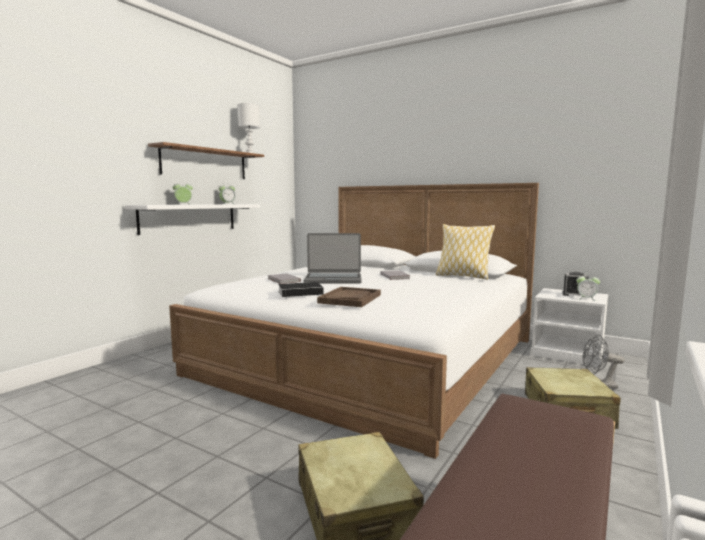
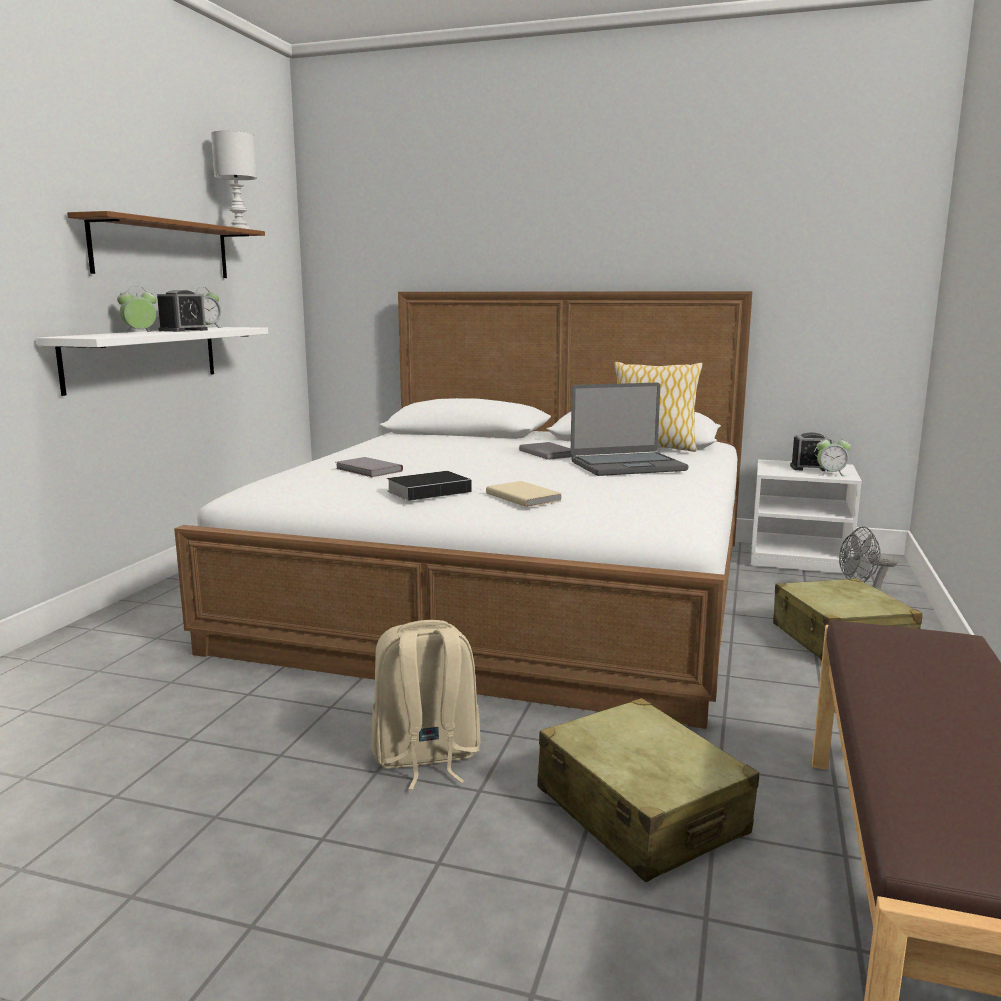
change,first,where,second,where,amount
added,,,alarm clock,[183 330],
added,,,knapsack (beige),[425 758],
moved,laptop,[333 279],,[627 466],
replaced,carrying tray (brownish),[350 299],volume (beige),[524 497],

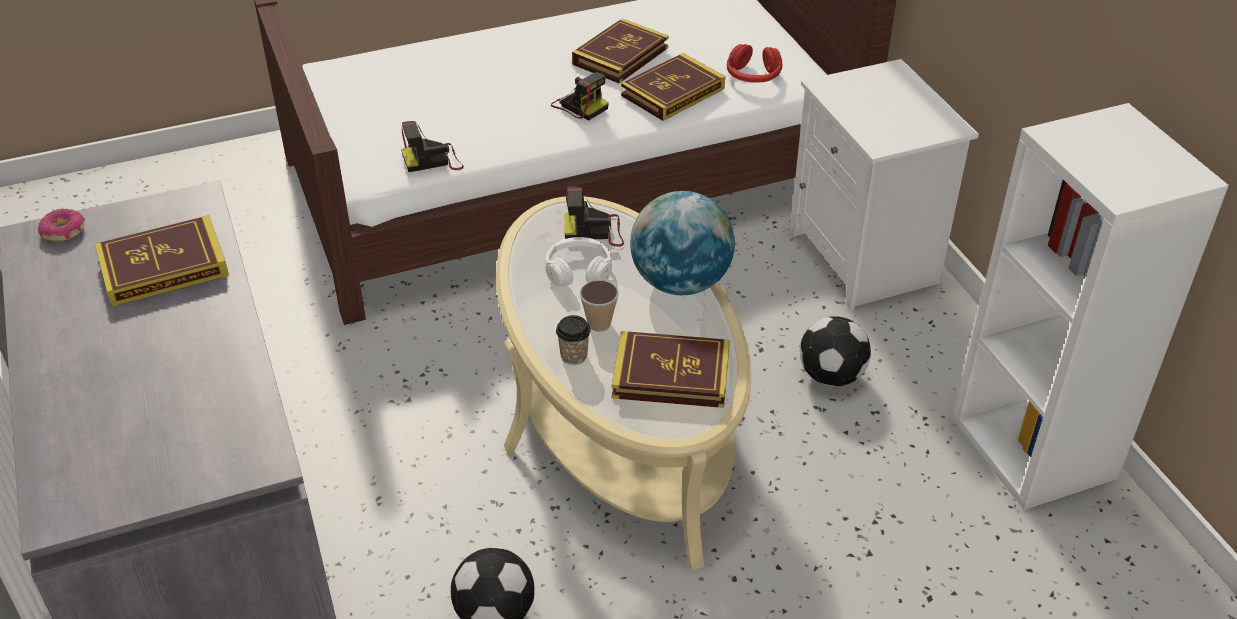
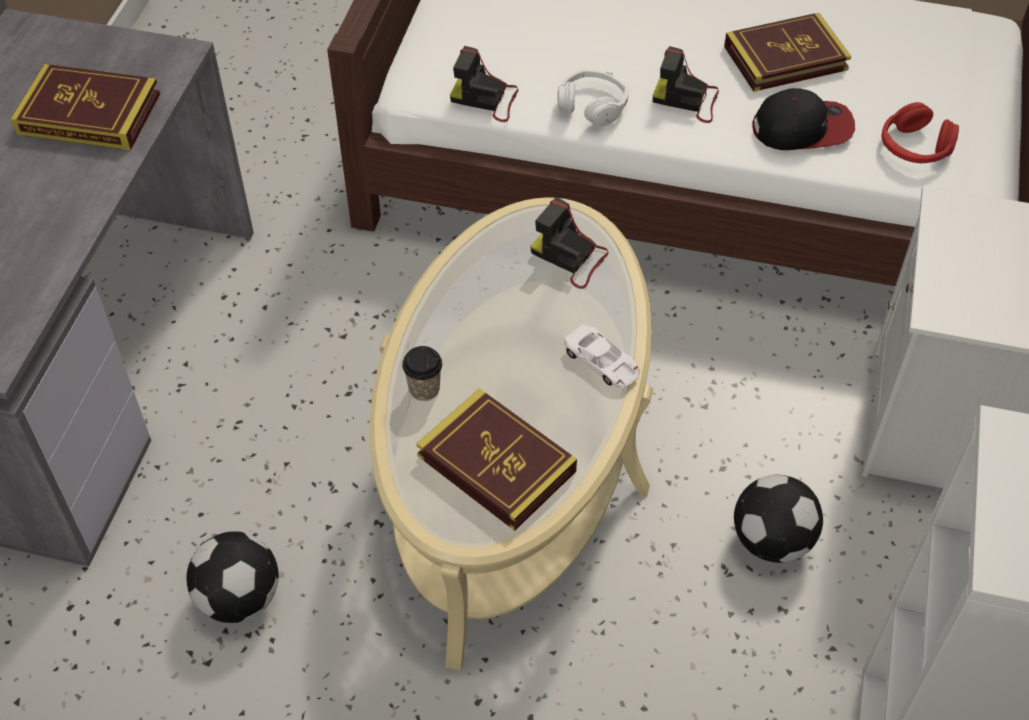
change,first,where,second,where,amount
removed,doughnut,[64 231],,,
removed,cup,[599 324],,,
moved,headphones (white-coloured),[578 271],,[593 105],
replaced,volume,[673 92],peaked cap,[803 128],
replaced,desk globe,[680 282],miniature car (white-coloured),[602 362],
turned,photo camera,[579 105],,[687 100],120 degrees clockwise

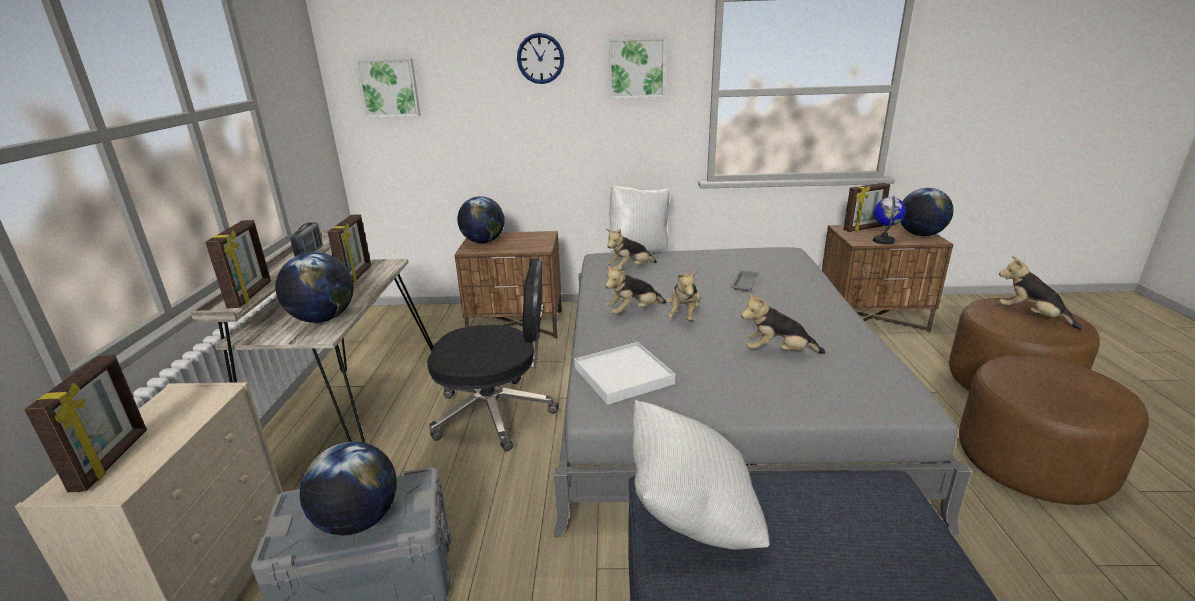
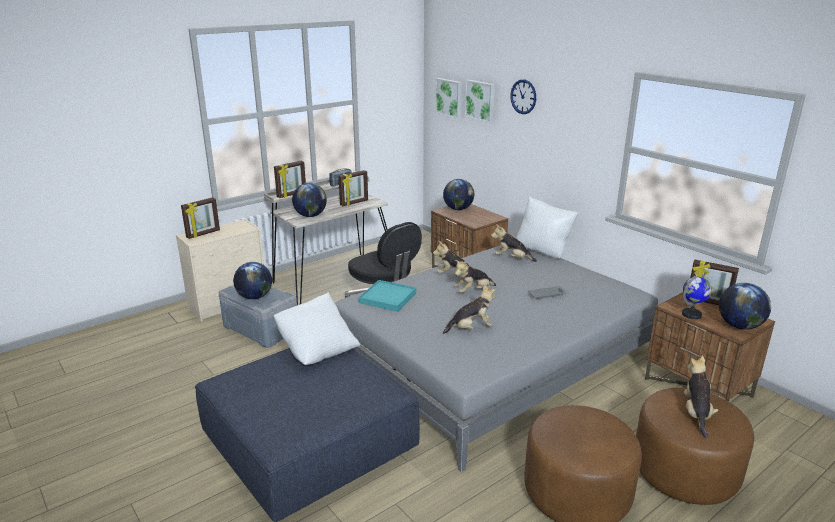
change,first,where,second,where,amount
moved,picture,[636 68],,[480 100],
recoloured,carrying tray (white-coloured),[623 376],carrying tray (turquoise),[387 298],
turned,plush toy,[778 352],,[471 328],105 degrees clockwise

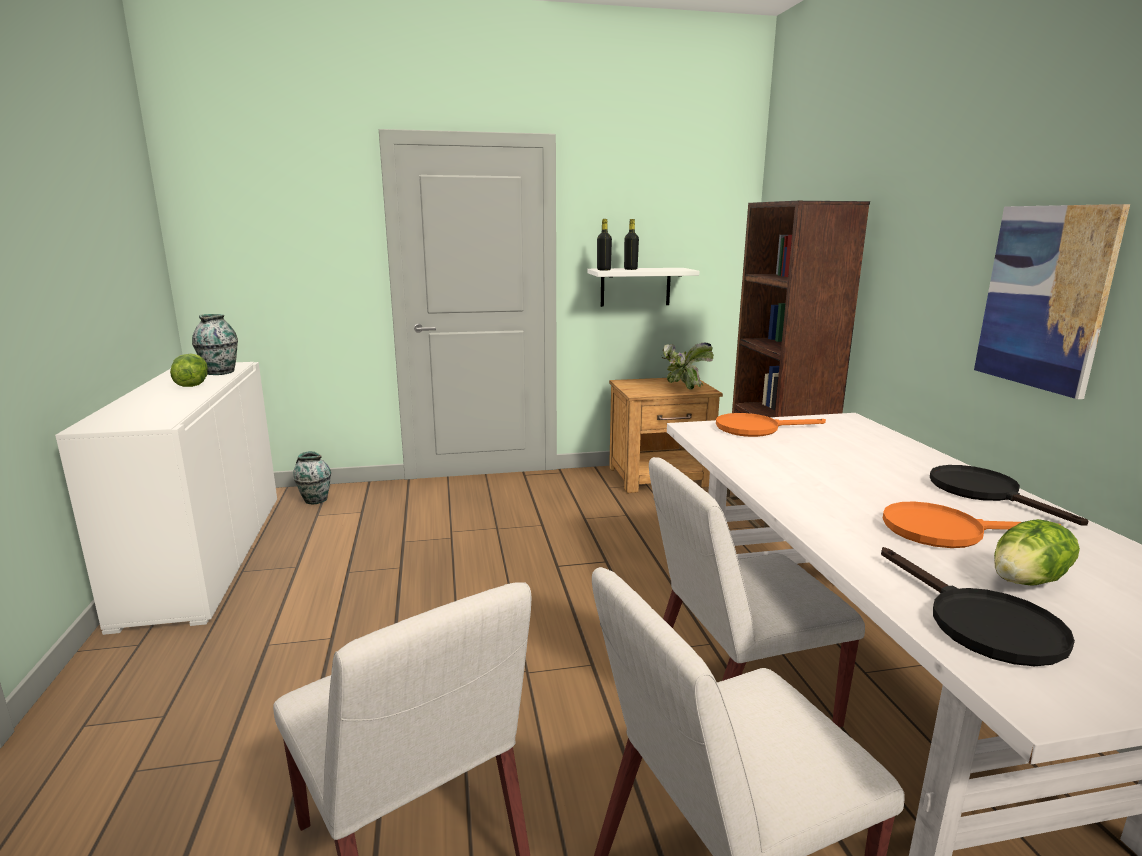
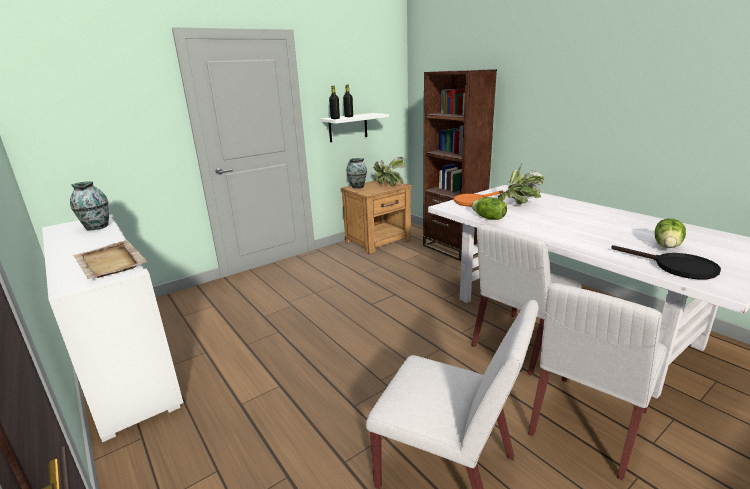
change,first,where,second,where,amount
removed,frying pan (orangey),[945 531],,,
removed,frying pan (black),[984 492],,,
removed,picture,[1045 297],,,
added,,,carrying tray (beige),[110 262],
added,,,houseplant,[519 205],
moved,lettuce,[191 385],,[488 218],
moved,flower vase,[315 500],,[357 187],

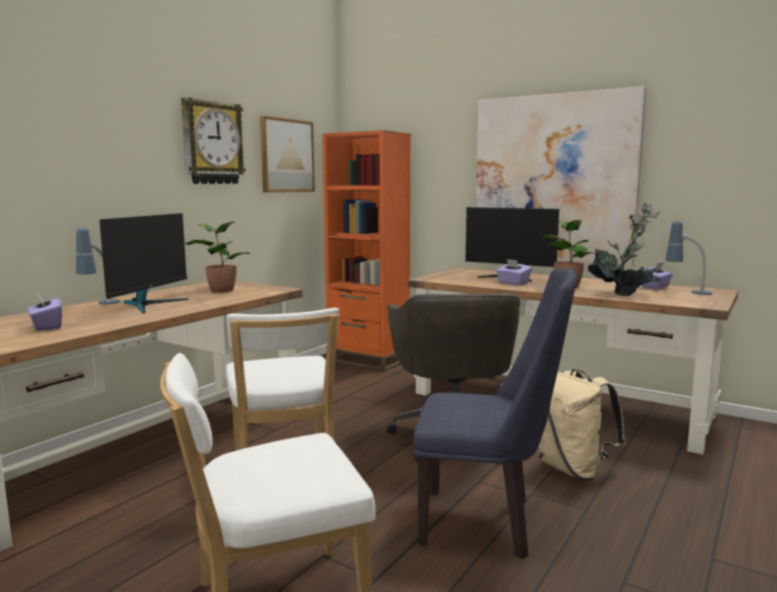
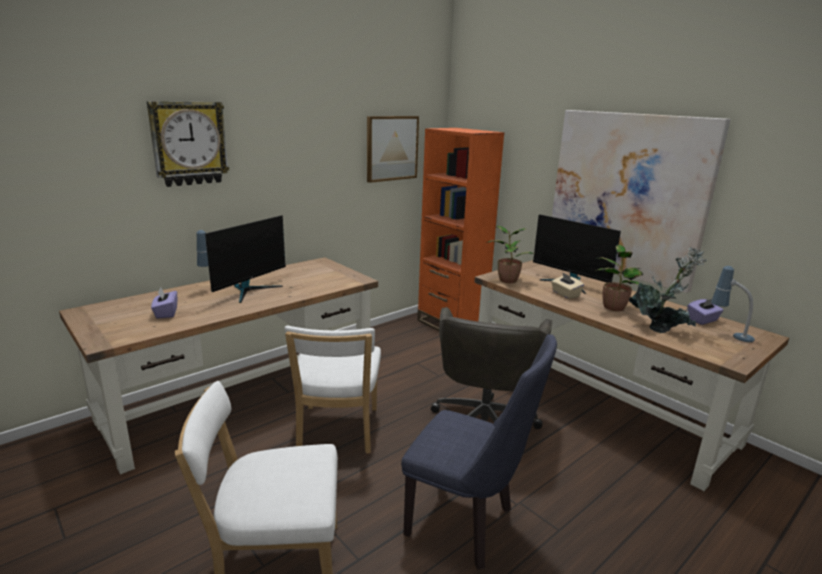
change,first,where,second,where,amount
removed,knapsack (beige),[574 469],,,
moved,wall clock,[212 143],,[189 143],
moved,houseplant,[220 290],,[506 280],
recoloured,box of tissues (purplish),[513 283],box of tissues (beige),[565 294],

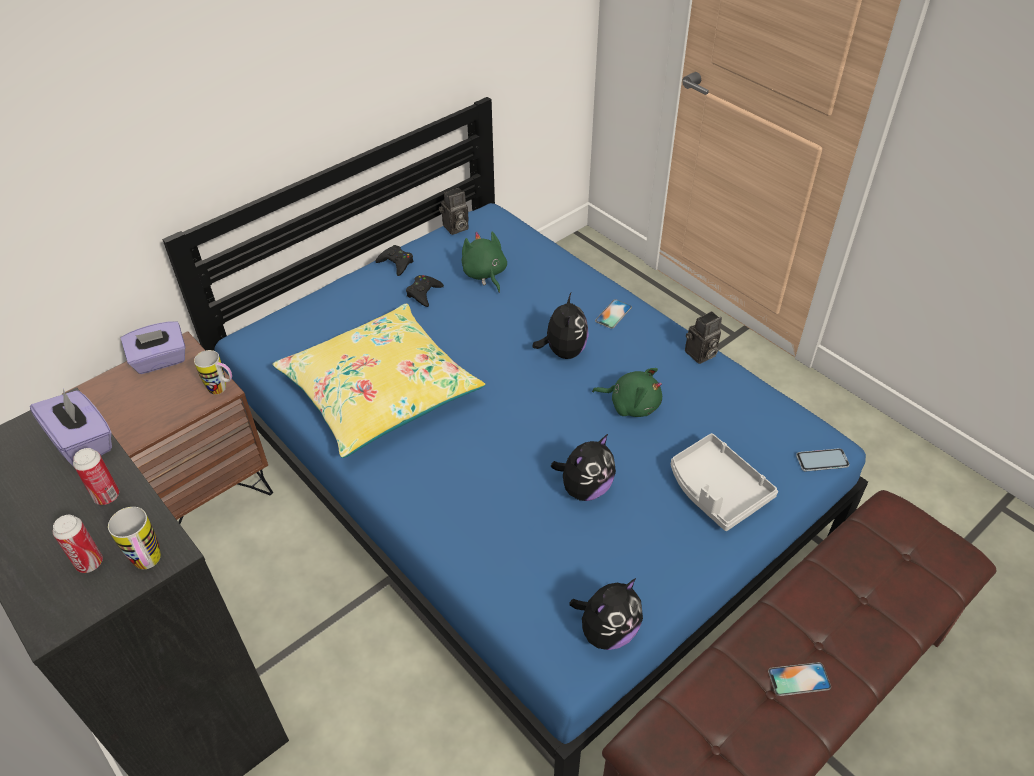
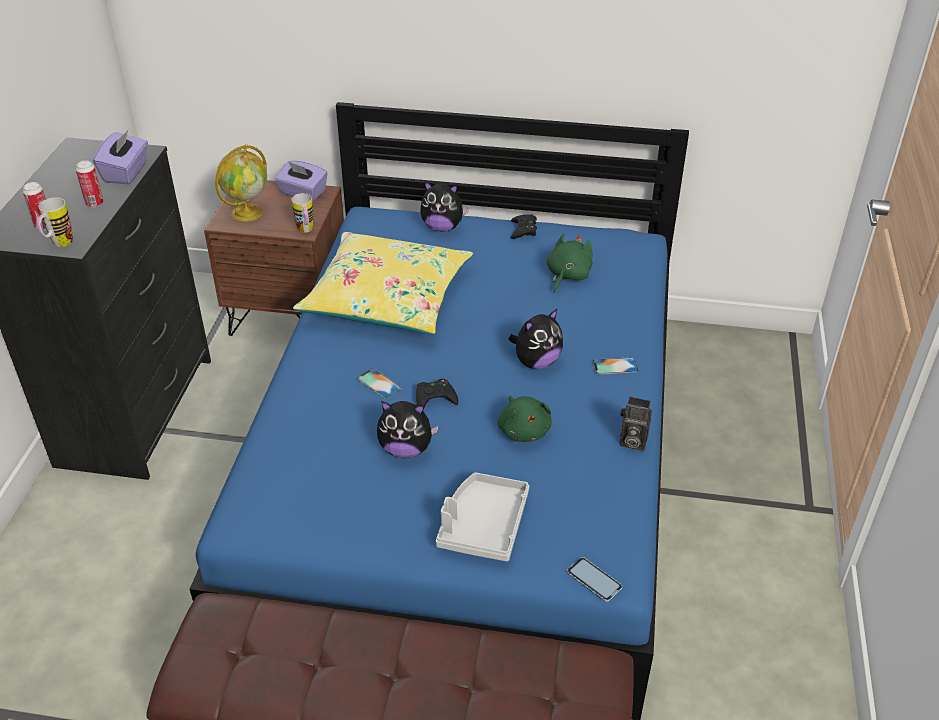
change,first,where,second,where,amount
removed,photo camera,[455 228],,,
added,,,desk globe,[247 212],
moved,game controller (black),[424 293],,[435 398],
moved,plush toy,[607 631],,[442 227],
moved,handset,[799 679],,[379 383],

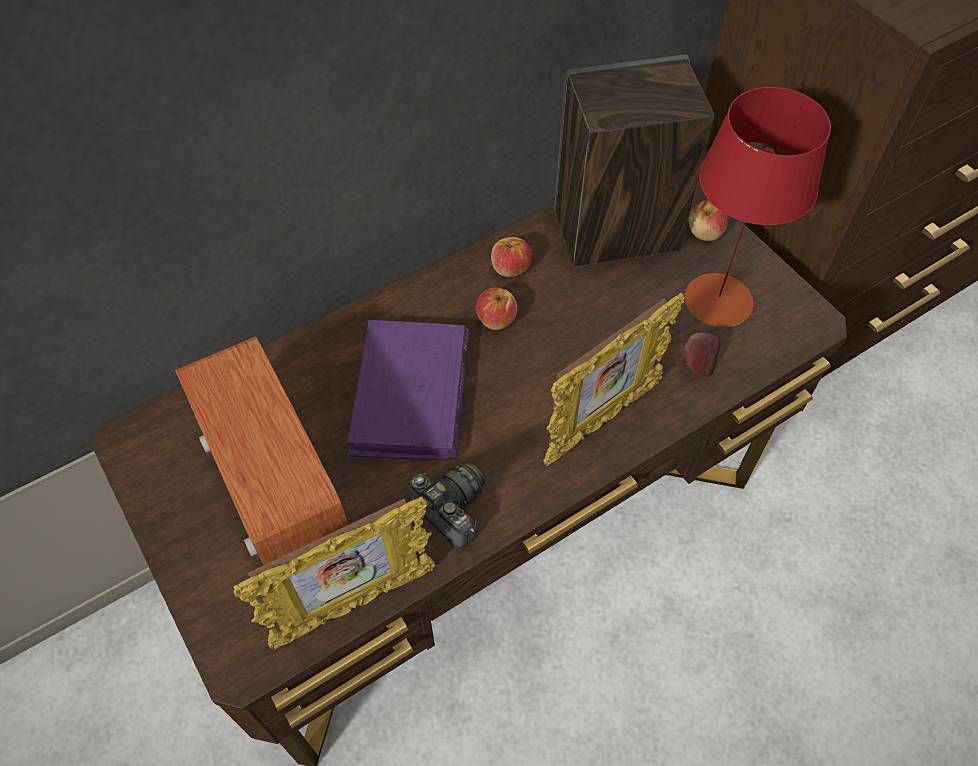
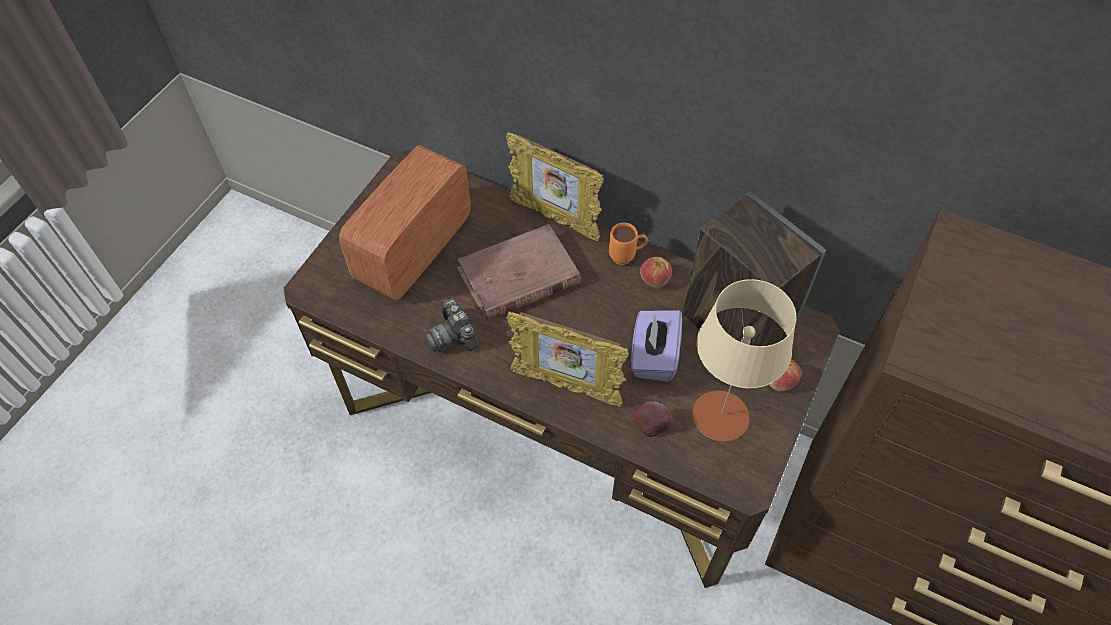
change,first,where,second,where,amount
removed,whole apple,[496 319],,,
added,,,mug (orangey),[627 257],
added,,,box of tissues (purplish),[653 356],
moved,standing frame,[353 604],,[555 219],
recoloured,volume (purplish),[411 395],volume (brownish),[518 277],
recoloured,lamp for a table (red-coloured),[718 300],lamp for a table (beige),[720 415],
turned,photo camera,[451 509],,[453 336],135 degrees clockwise

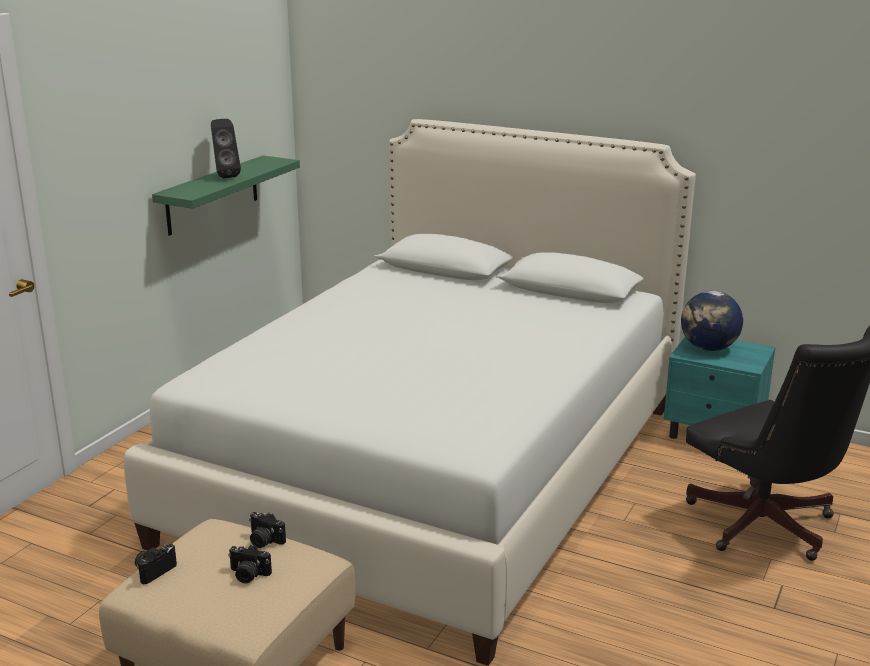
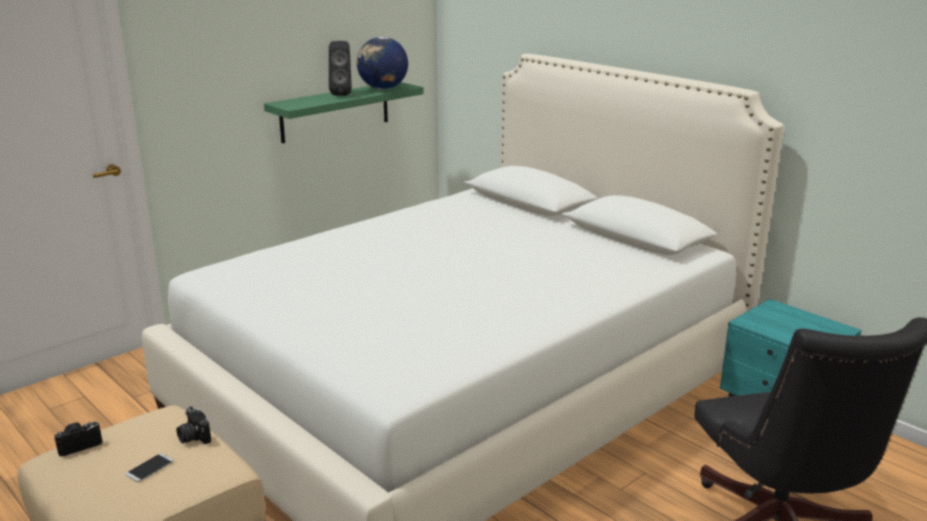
change,first,where,second,where,amount
moved,desk globe,[708 348],,[383 89],
replaced,photo camera,[248 575],handset,[150 468],

